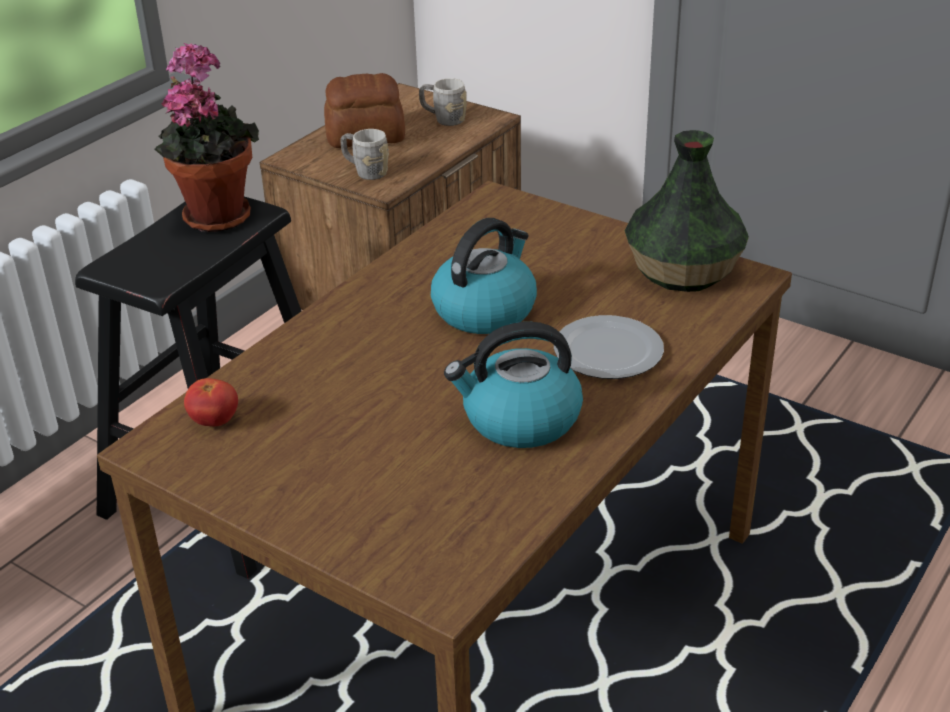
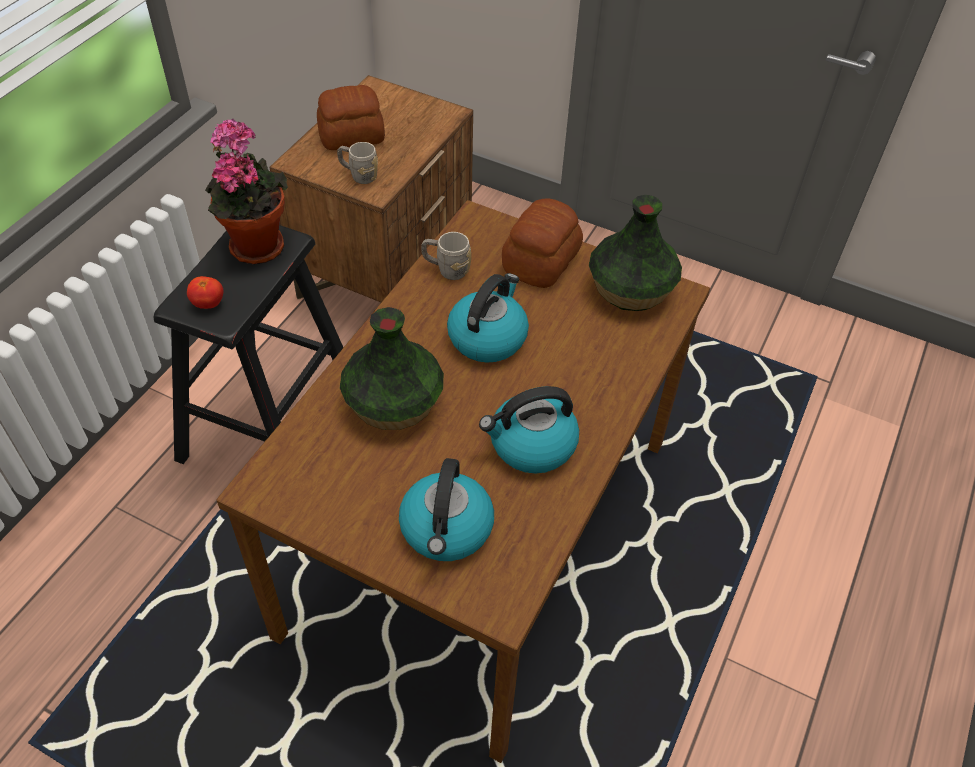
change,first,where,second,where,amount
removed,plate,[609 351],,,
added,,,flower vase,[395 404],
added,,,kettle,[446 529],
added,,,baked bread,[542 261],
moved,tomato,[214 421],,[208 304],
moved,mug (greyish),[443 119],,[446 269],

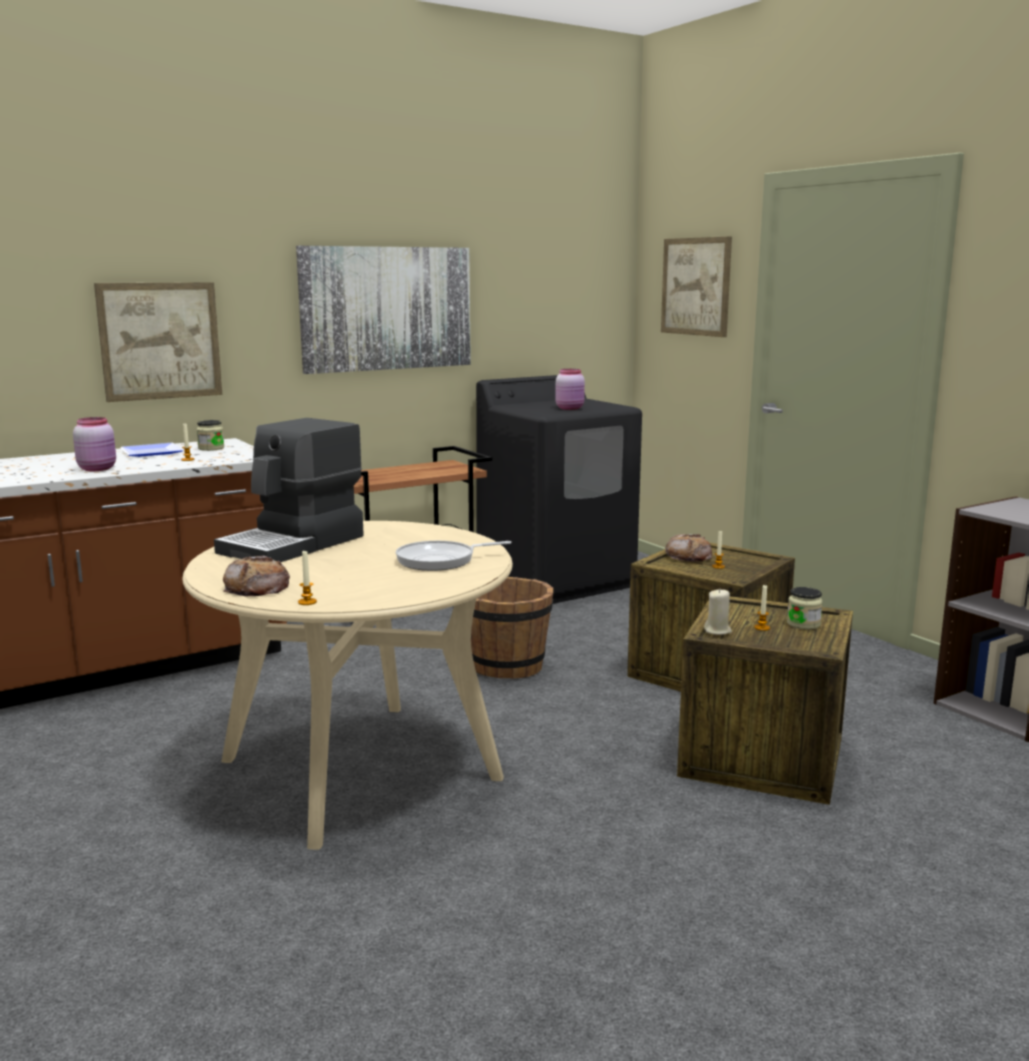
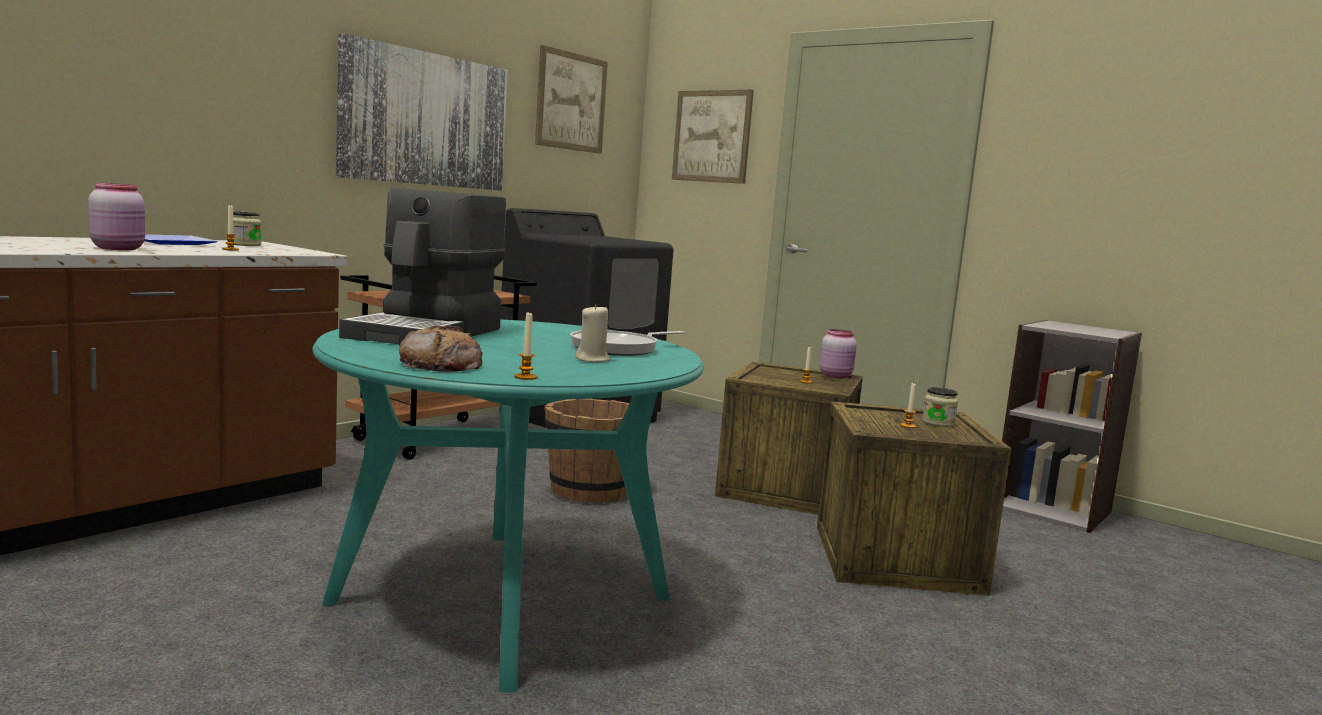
change,first,where,second,where,amount
removed,baked bread,[688 555],,,
moved,picture,[160 341],,[571 102],
moved,jar (pink),[570 408],,[836 376],
moved,wax light (beige),[717 631],,[592 360],
recoloured,dining table (beige),[360 768],dining table (turquoise),[502 599],

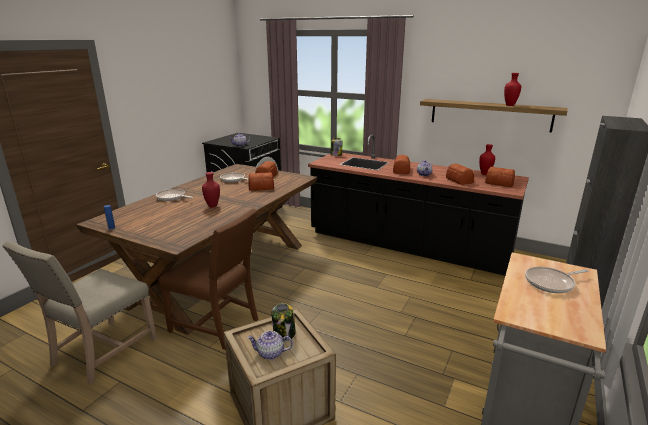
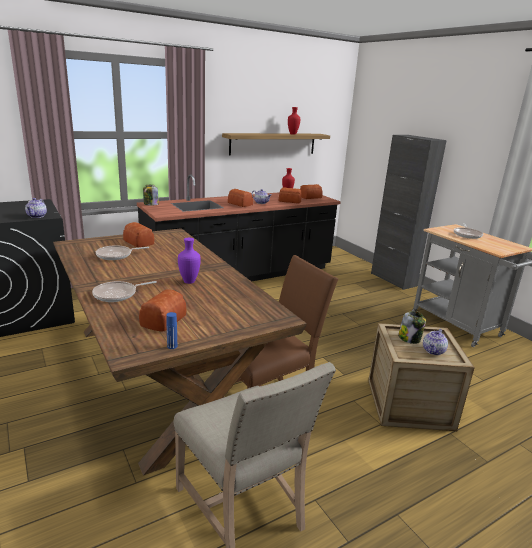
change,first,where,second,where,amount
moved,baked bread,[260 187],,[162 320],
recoloured,flower vase (red-coloured),[213 206],flower vase (purplish),[189 281],

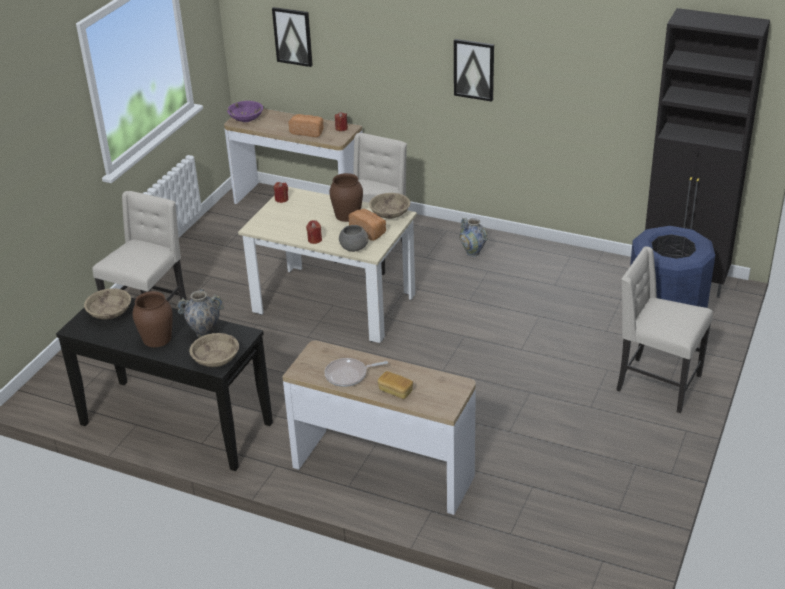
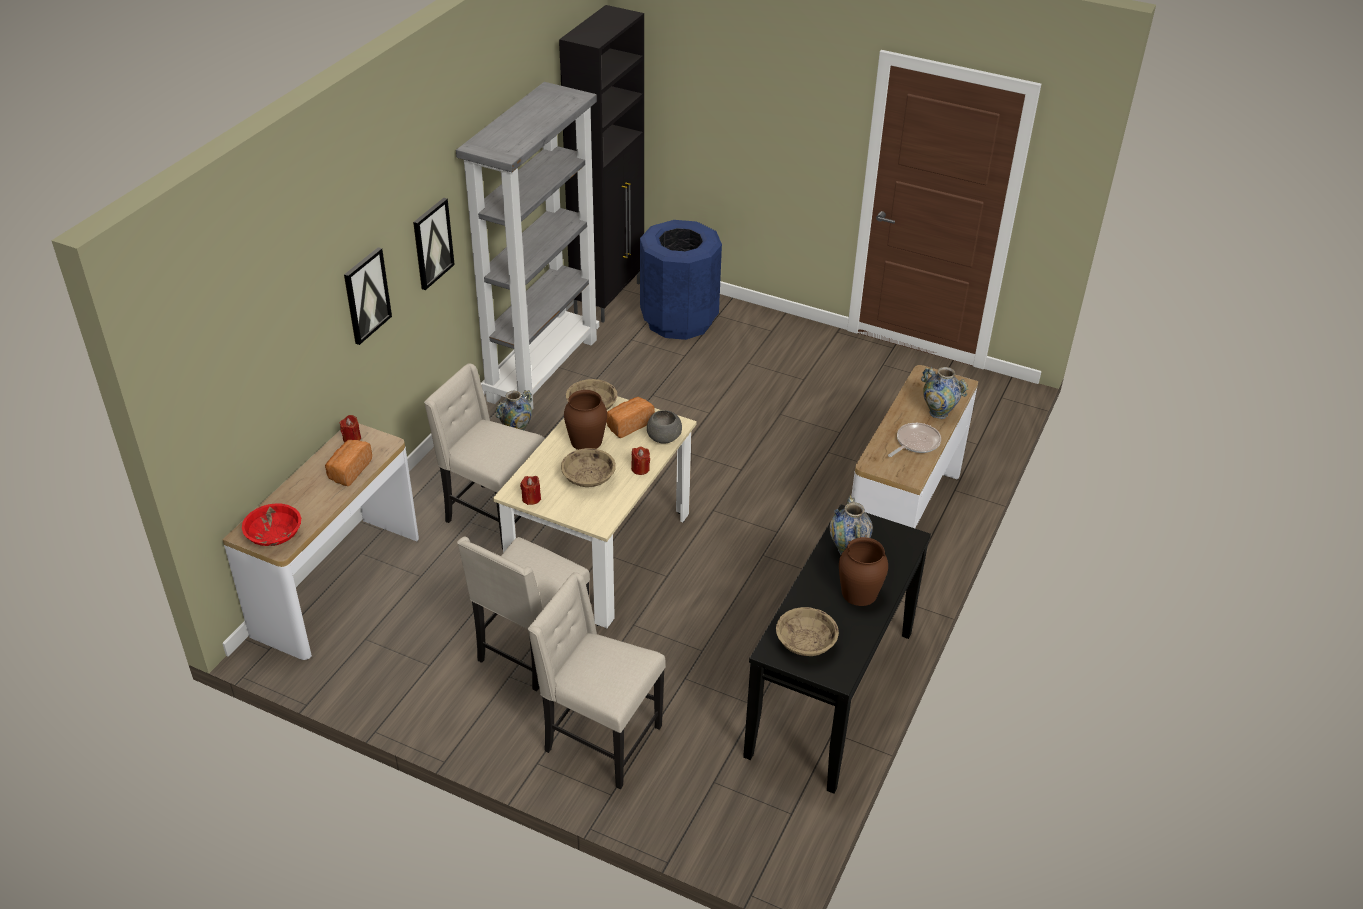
change,first,where,second,where,amount
added,,,bookshelf (greyish),[542 368],
moved,serving bowl (beige),[216 360],,[588 478],
moved,picture,[293 36],,[366 295],
moved,plain chair (beige),[656 384],,[530 651],
replaced,baked bread,[395 391],flower vase,[938 413],
recoloured,serving bowl (purplish),[246 119],serving bowl (red-coloured),[274 536],
turned,frying pan,[349 375],,[915 443],120 degrees counterclockwise

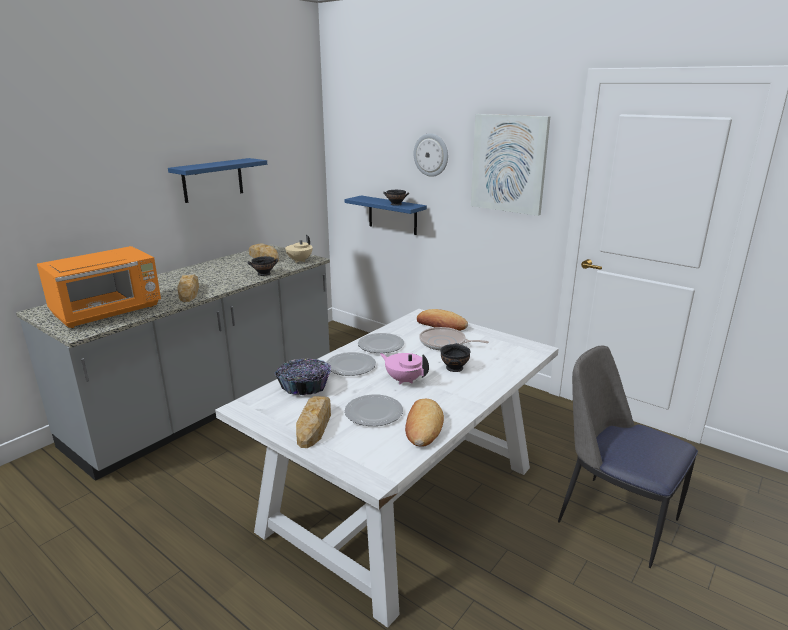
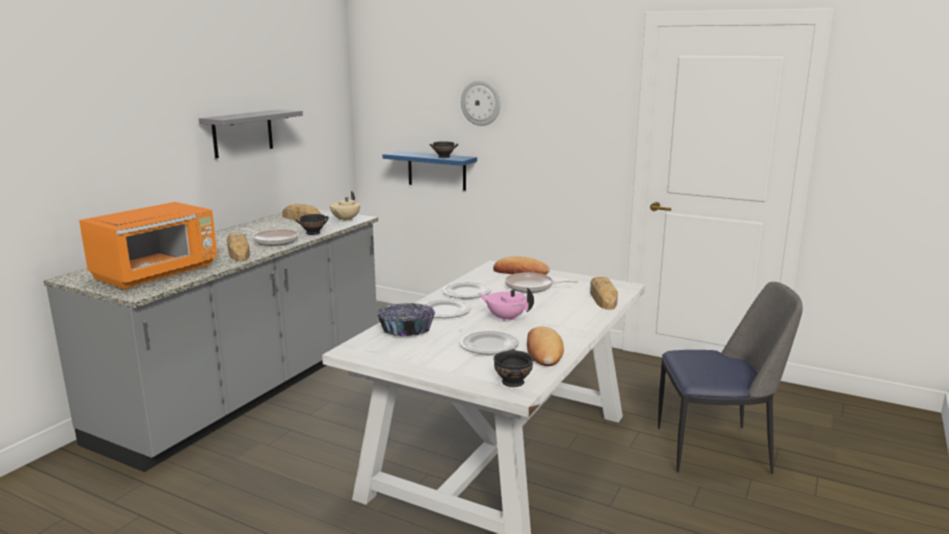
change,first,where,second,where,amount
removed,picture,[509 164],,,
added,,,frying pan,[274 241],
moved,baked bread,[315 425],,[602 298],
moved,serving bowl (black),[455 368],,[513 382],
recoloured,wall shelf (blue-coloured),[213 180],wall shelf (greyish),[243 133],
turned,plain chair,[614 518],,[716 449],150 degrees clockwise

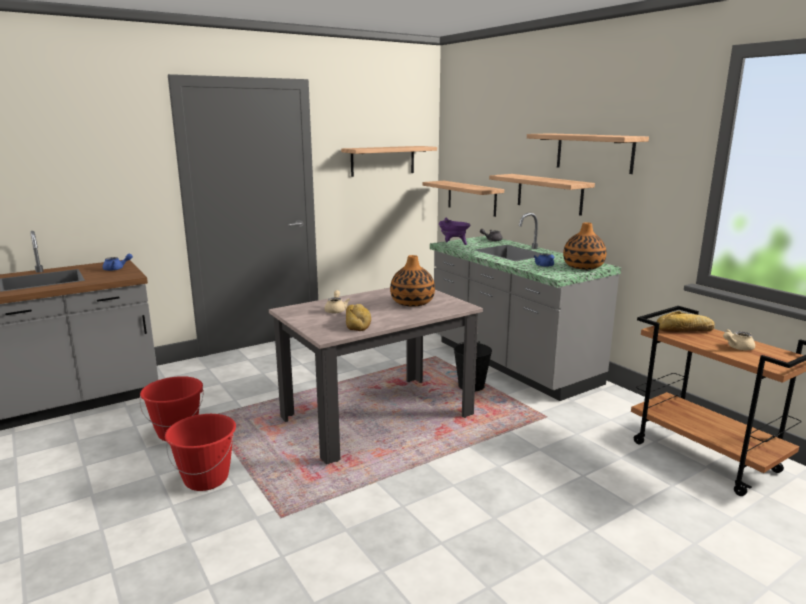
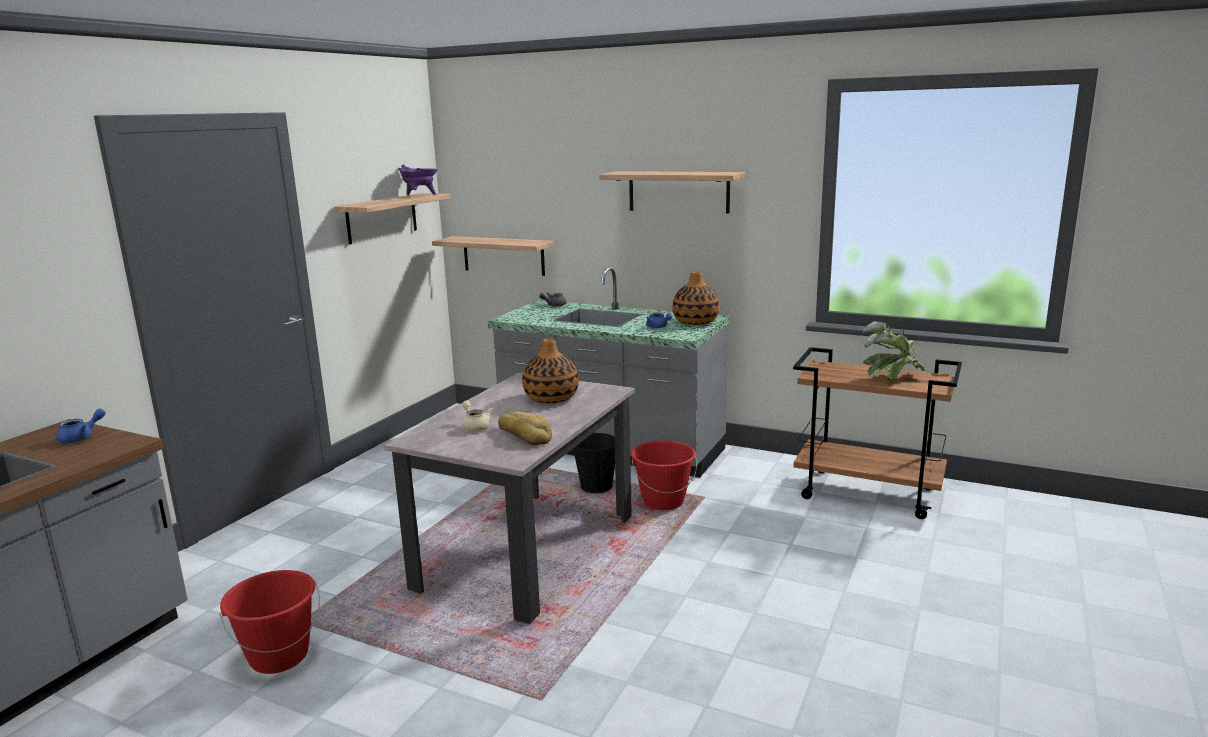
change,first,where,second,where,amount
removed,wall shelf,[549 194],,,
removed,baked bread,[685 329],,,
moved,bucket (red-coloured),[206 479],,[663 501],
moved,cooking pot (purplish),[453 244],,[419 196],
replaced,tea pot (beige),[736 347],houseplant,[890 378],

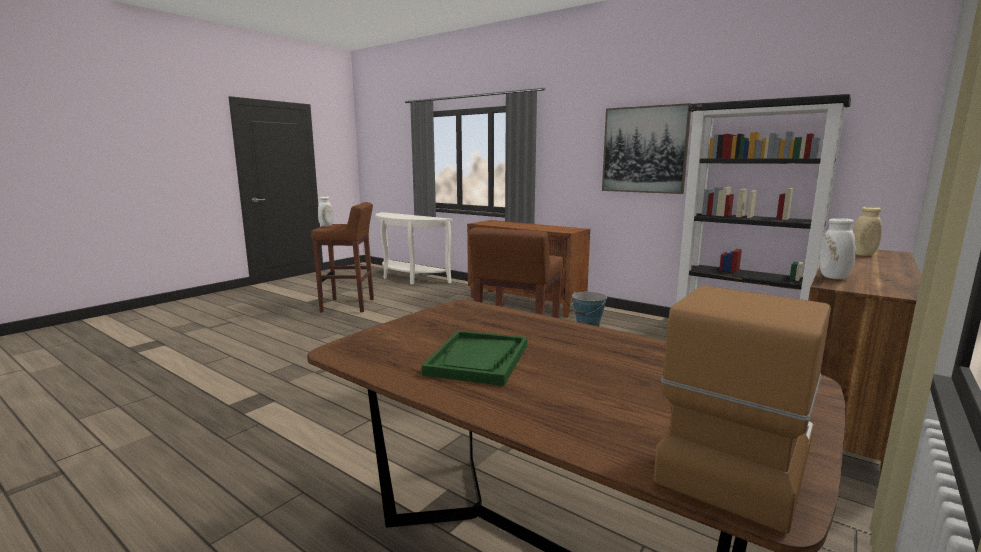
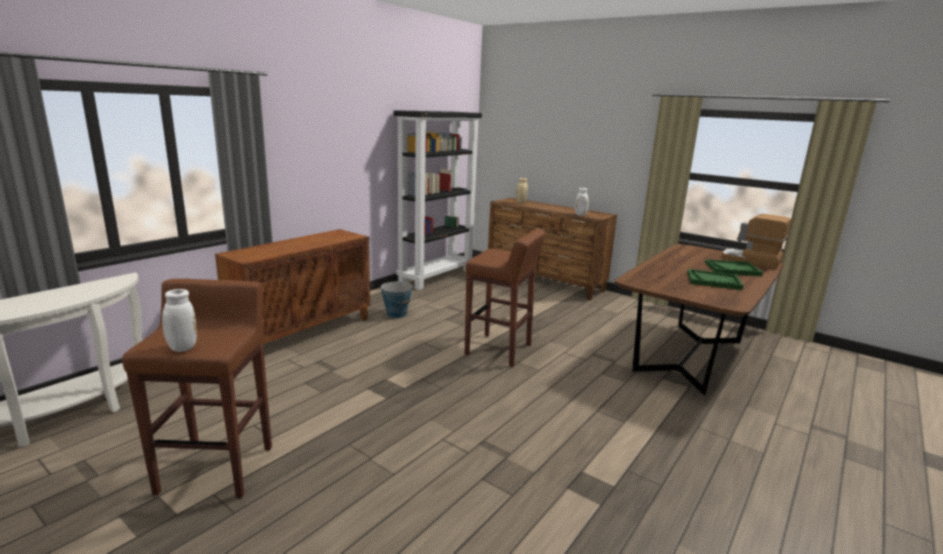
change,first,where,second,where,amount
removed,picture,[644 150],,,
added,,,carrying tray (greenish),[732 269],

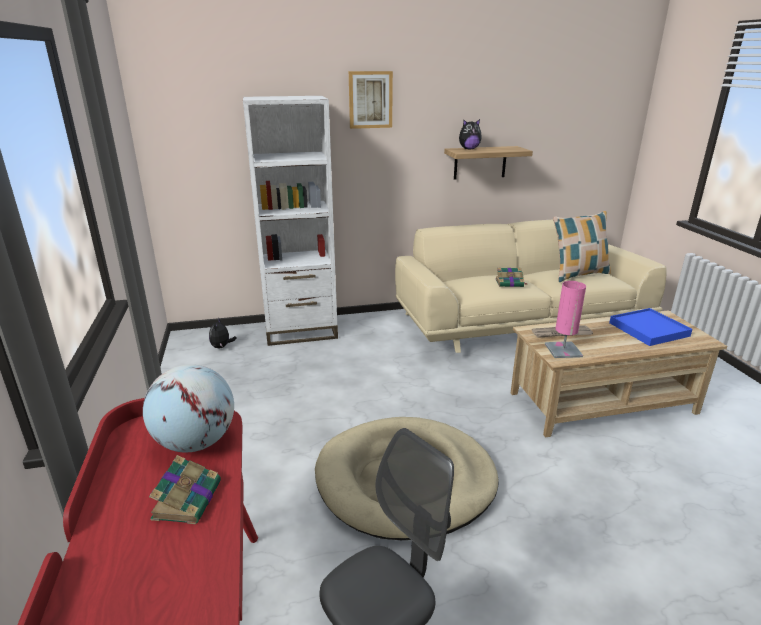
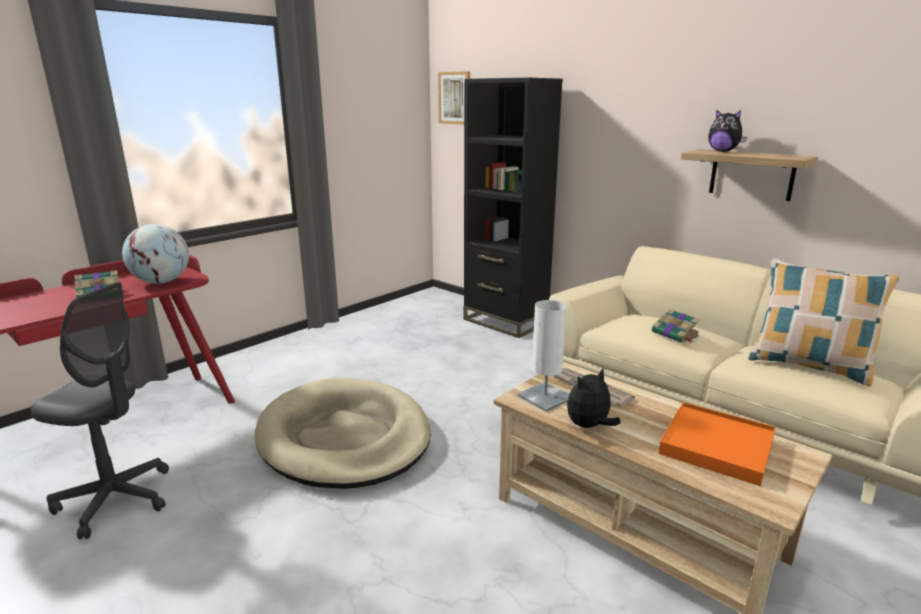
change,first,where,second,where,amount
moved,plush toy,[222 347],,[589 426],
moved,picture,[370 100],,[455 98],
recoloured,bookshelf (white-coloured),[301 331],bookshelf (black),[505 321],
recoloured,lamp for a table (pink),[563 350],lamp for a table (white-coloured),[545 397],
recoloured,carrying tray (blue-coloured),[648 329],carrying tray (orangey),[716 446],

